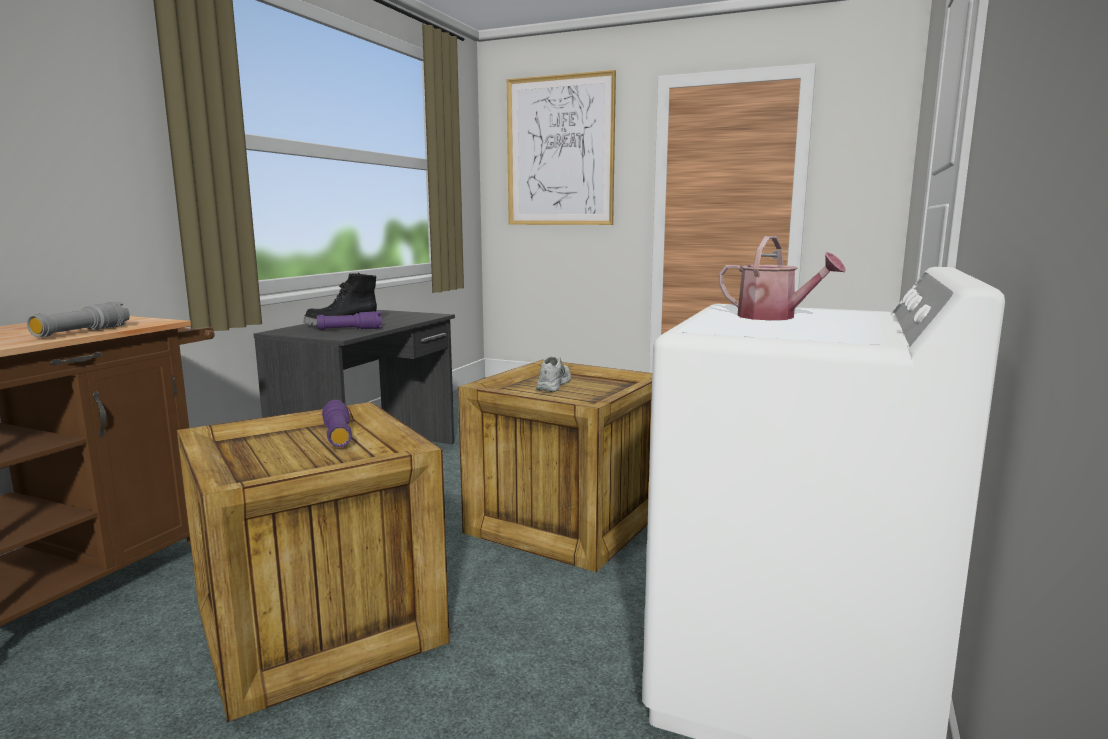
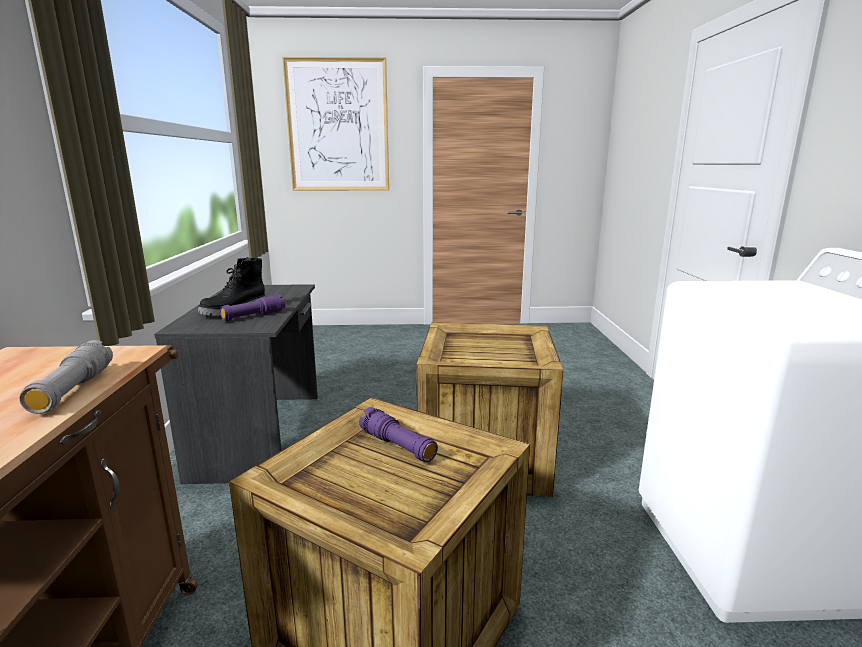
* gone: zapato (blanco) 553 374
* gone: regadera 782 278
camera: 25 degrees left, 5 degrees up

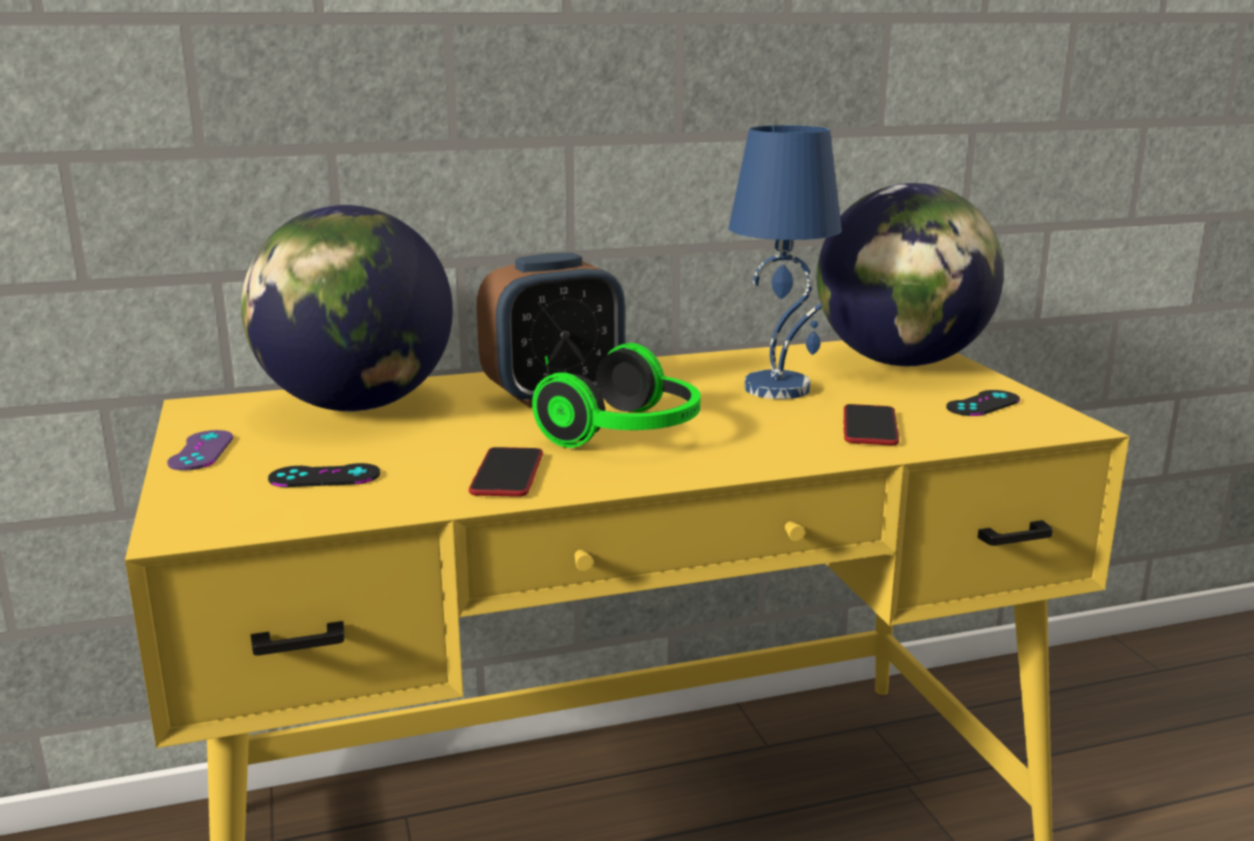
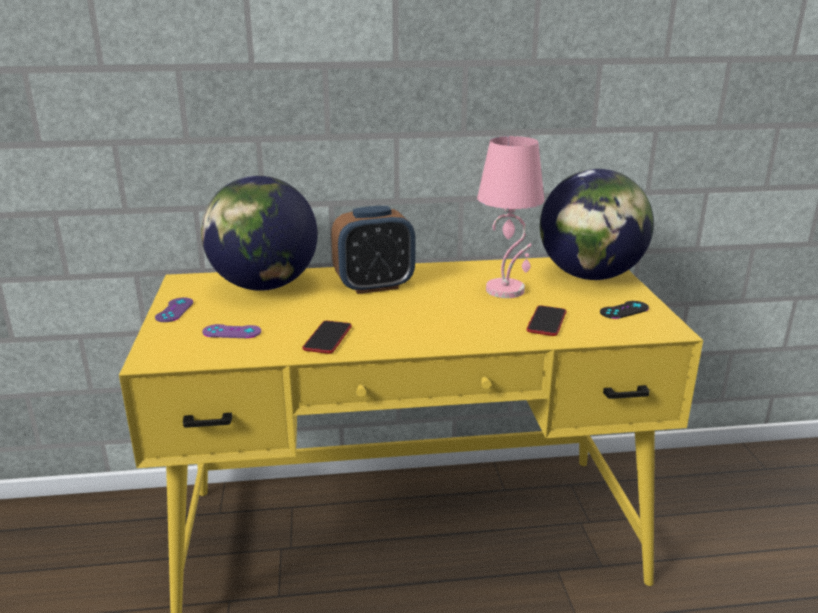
* repainted: mando de consola (negro) 324 475 to mando de consola (morado) 231 331
* repainted: lámpara de mesa (azul) 785 262 to lámpara de mesa (rosa) 510 217
* gone: auriculares 616 395
camera: 10 degrees right, 5 degrees up

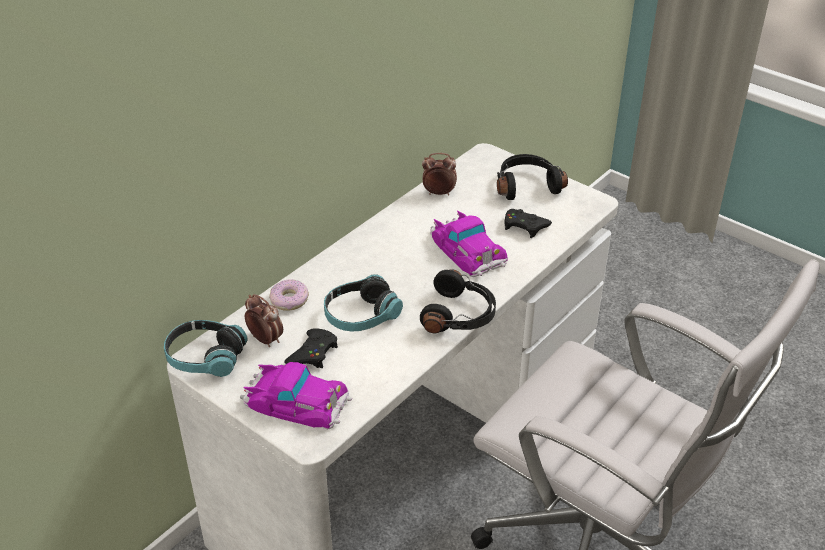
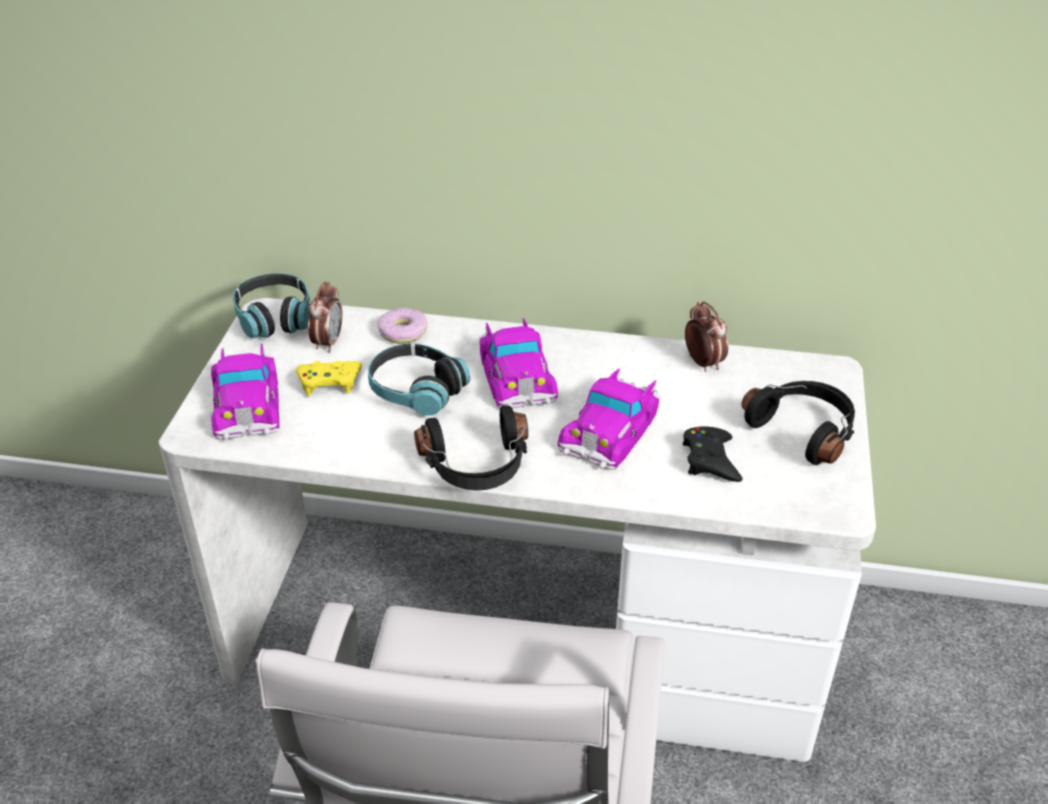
* repainted: mando de consola (negro) 311 348 to mando de consola (amarillo) 329 378
* new: coche de juguete 519 363
camera: 60 degrees right, 0 degrees up

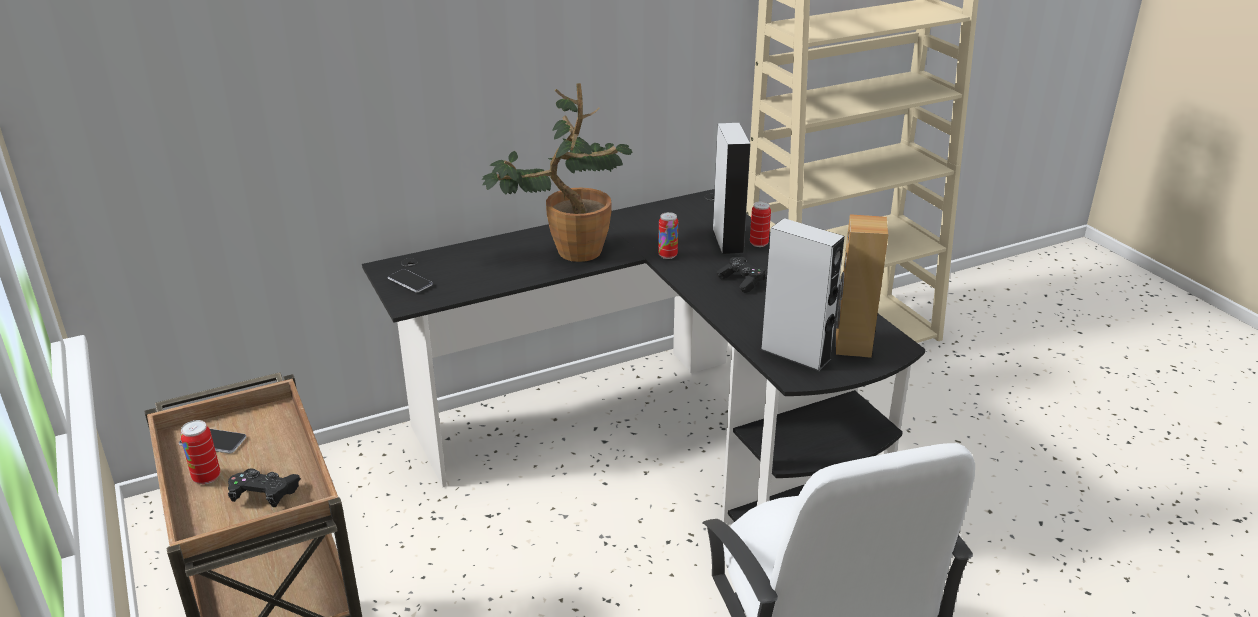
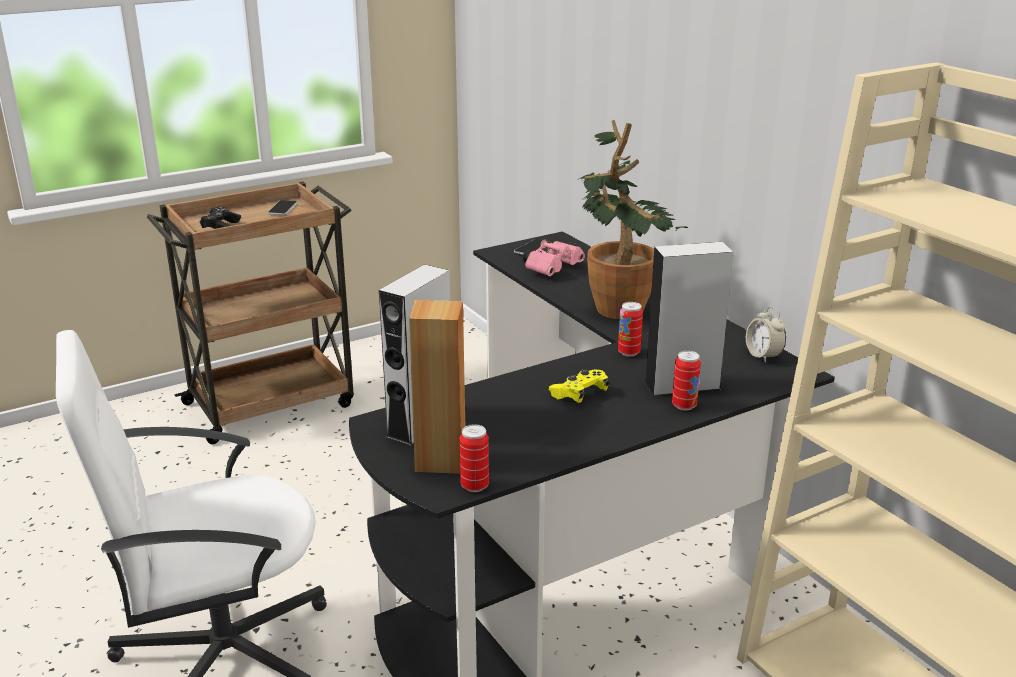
* shifted: lata 200 452 to 474 458
* new: prismáticos (rosa) 554 257
* repainted: mando de consola (negro) 741 275 to mando de consola (amarillo) 579 386
* new: despertador 766 335
camera: 85 degrees right, 5 degrees down

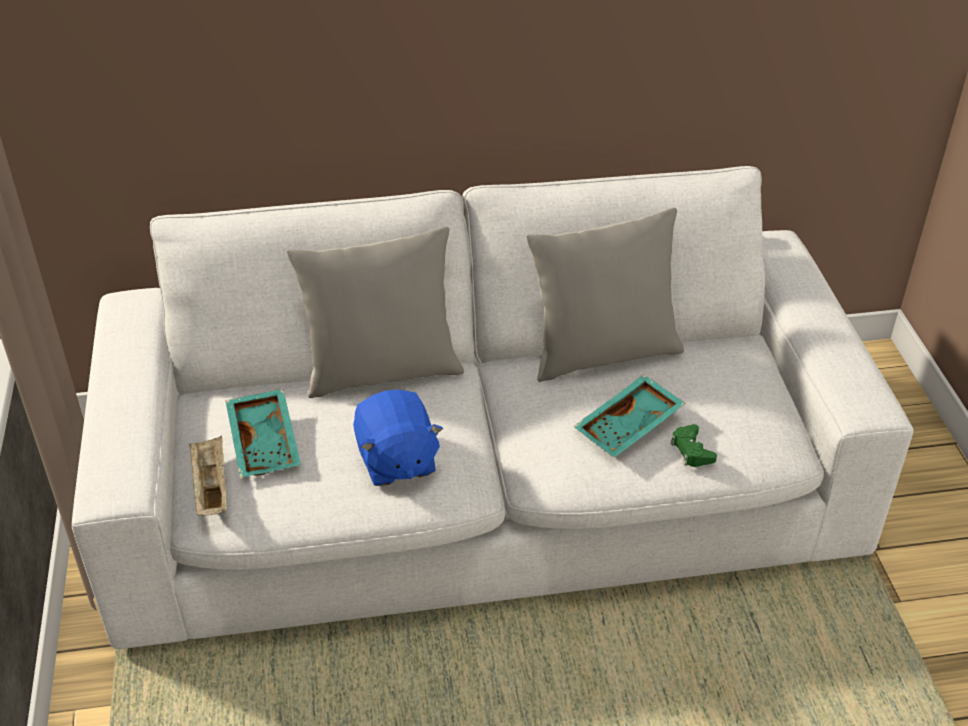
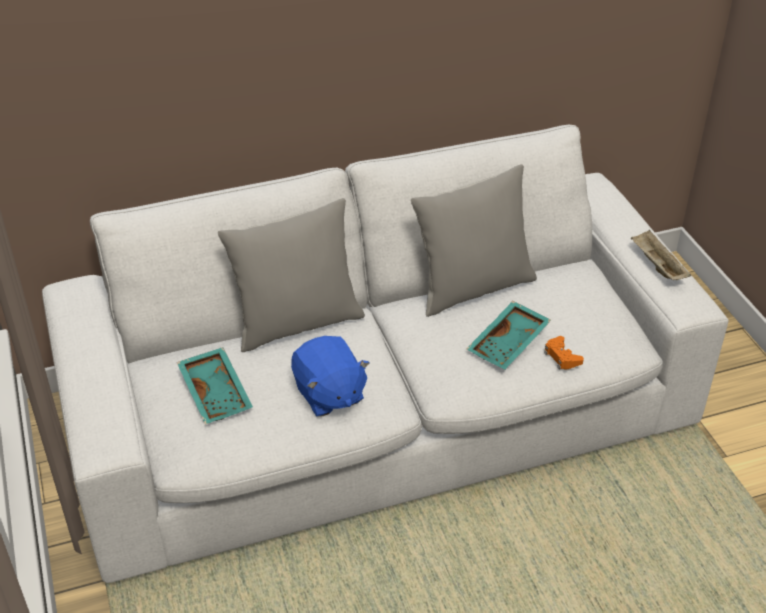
* repainted: mando de consola (verde) 694 445 to mando de consola (naranja) 564 353
* shifted: bandeja (beis) 208 475 to 661 255
camera: 10 degrees left, 0 degrees up

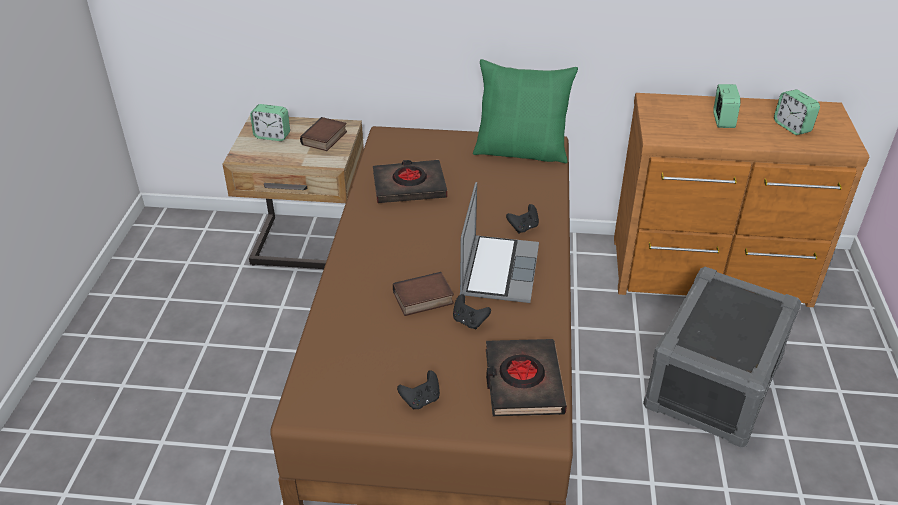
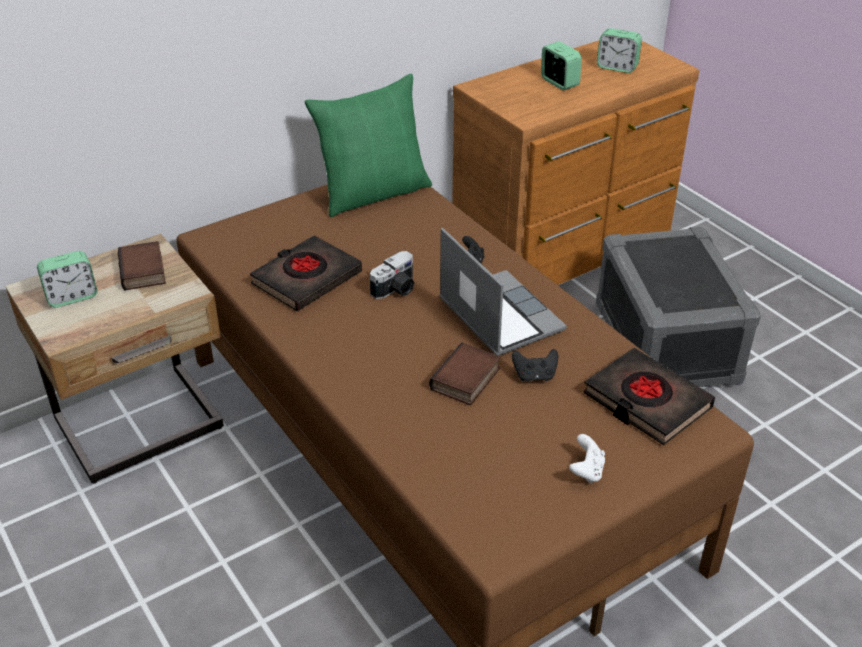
* new: cámara 392 275
* repainted: mando de consola (negro) 418 389 to mando de consola (blanco) 587 458
camera: 40 degrees left, 0 degrees up

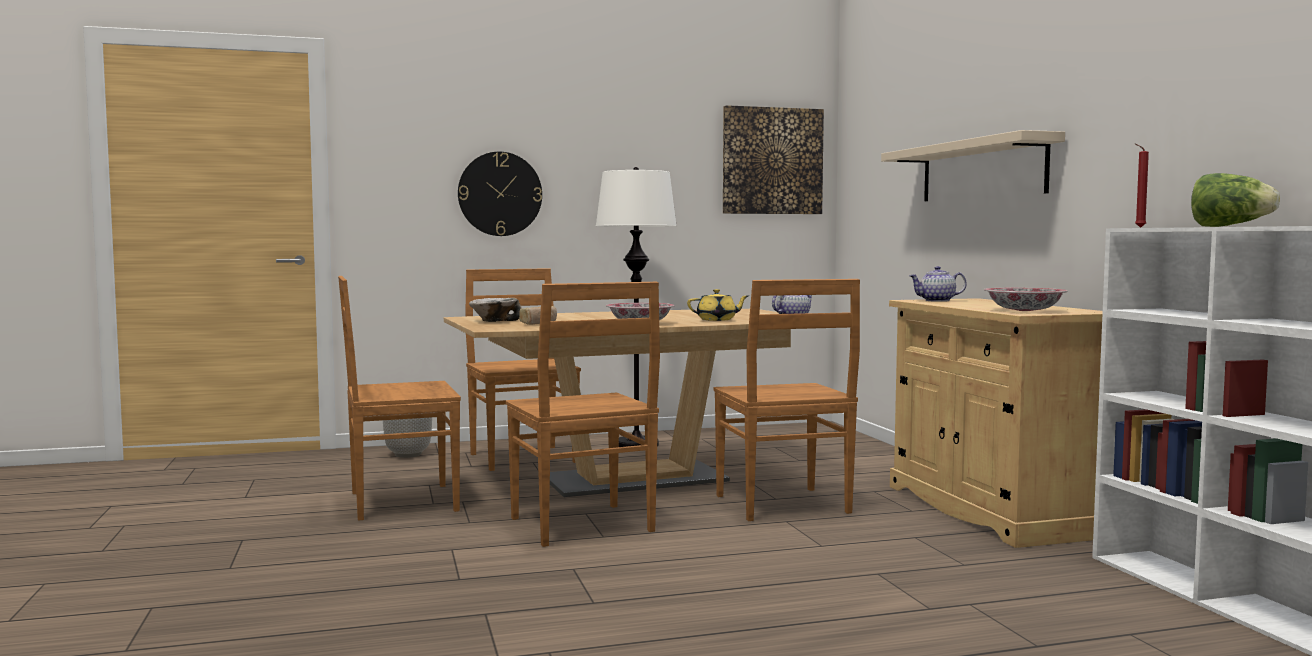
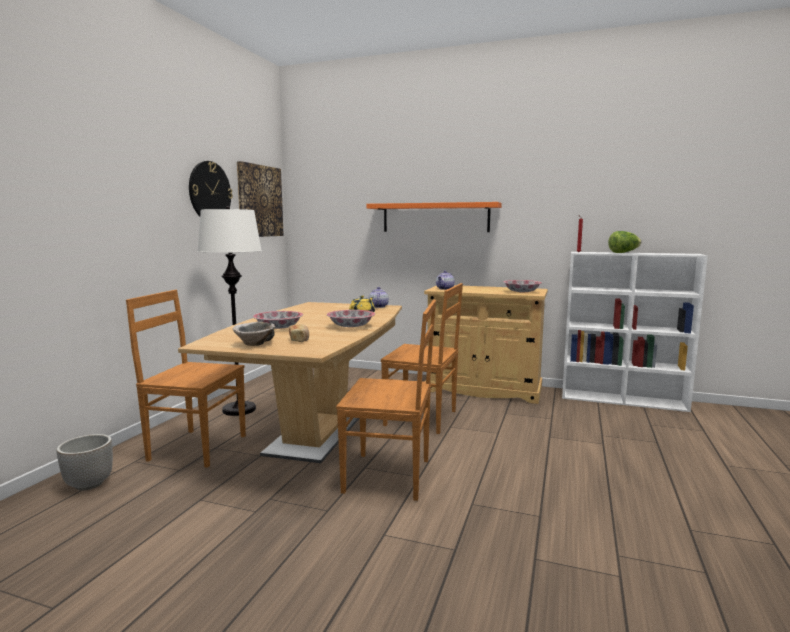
* shifted: reloj de pared 500 194 to 211 188
* new: cuenco 278 320
* repainted: estante (beis) 973 165 to estante (naranja) 434 217
* gone: silla (marrón) 399 398
camera: 55 degrees left, 5 degrees up

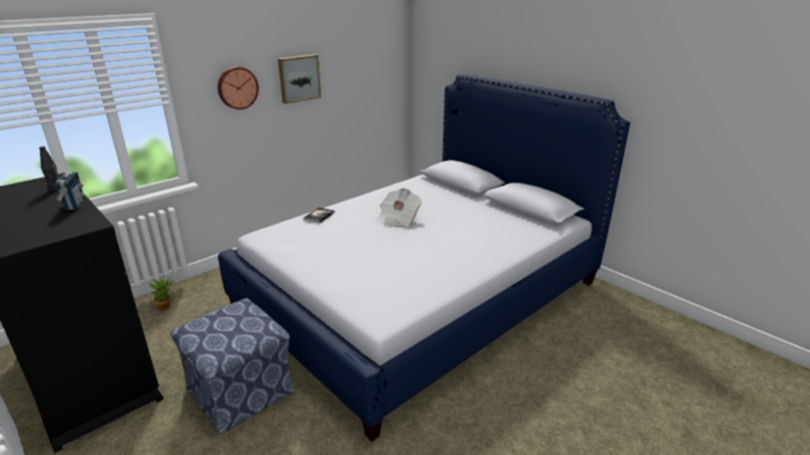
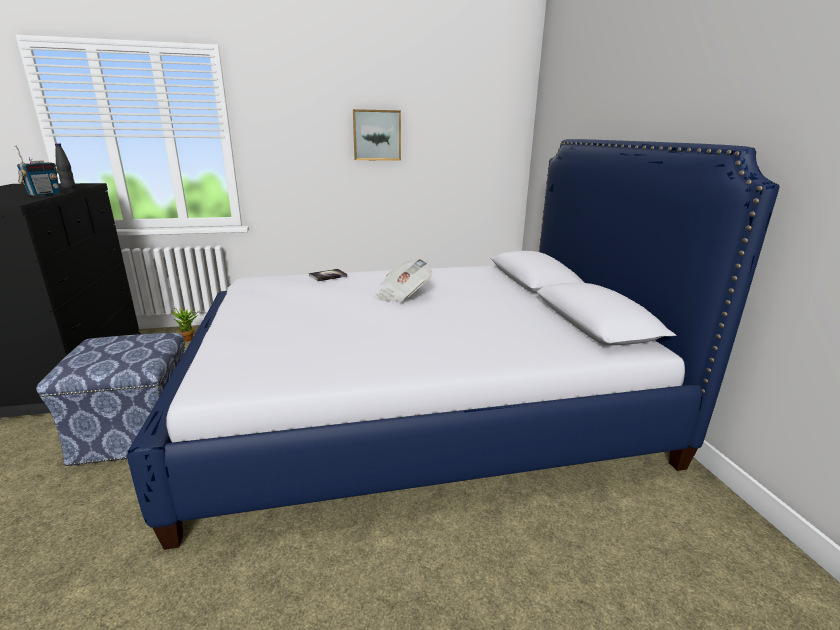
* gone: reloj de pared 238 88
camera: 30 degrees right, 5 degrees down

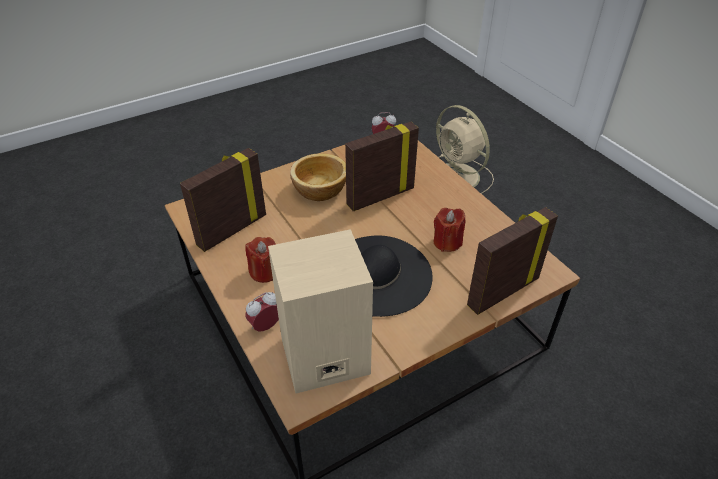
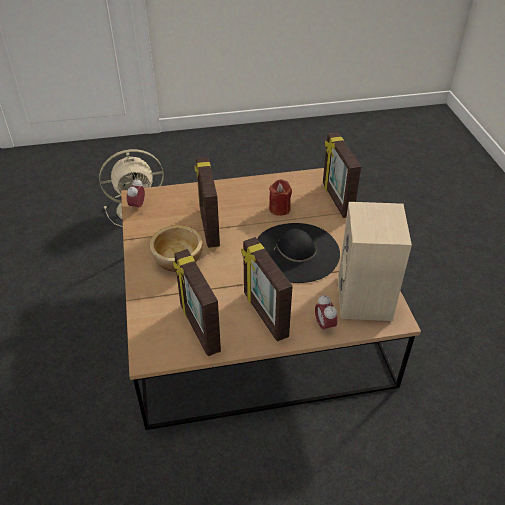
* swapped: vela (rojo) 260 260 to portarretratos 266 289
camera: 70 degrees left, 0 degrees up

